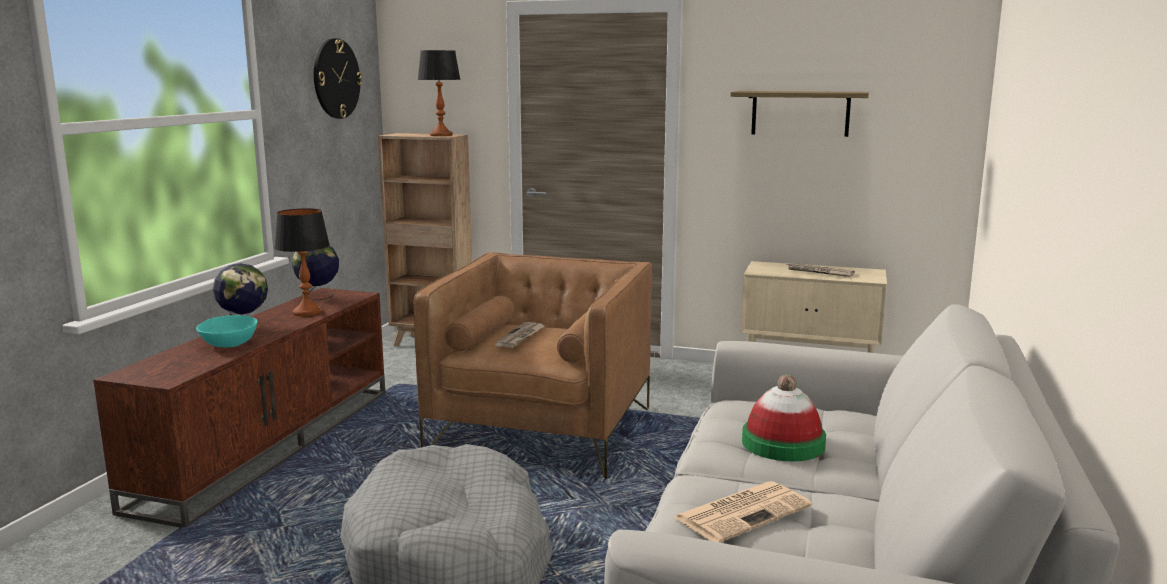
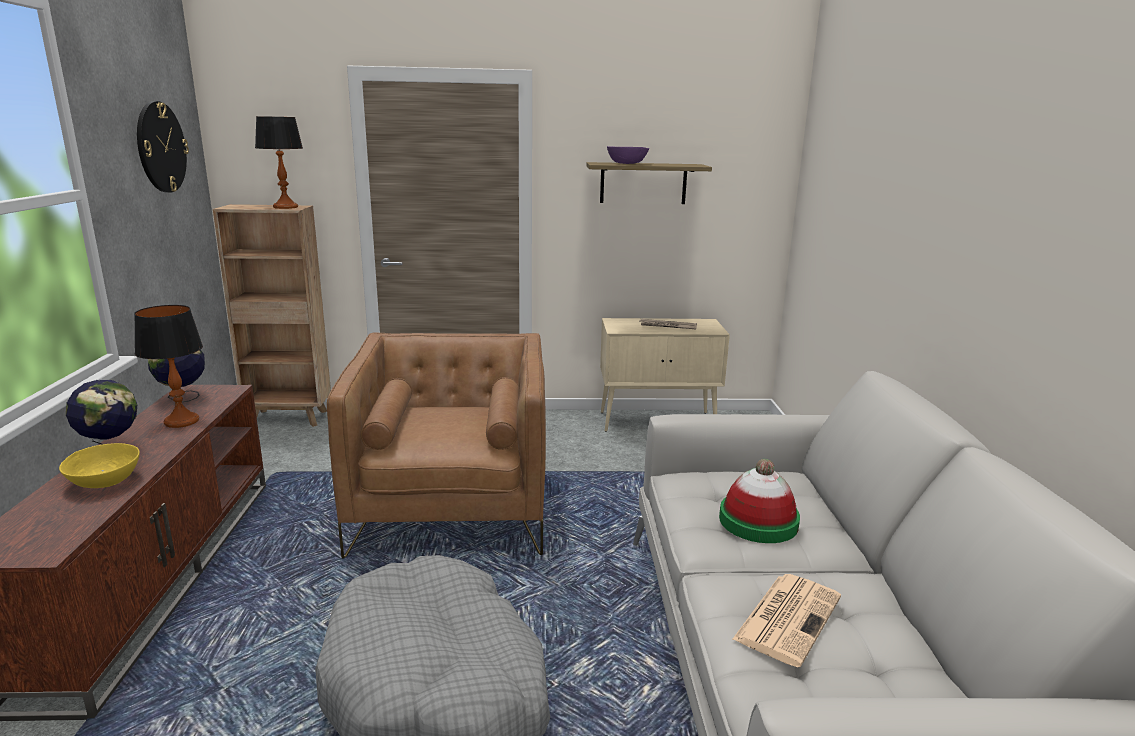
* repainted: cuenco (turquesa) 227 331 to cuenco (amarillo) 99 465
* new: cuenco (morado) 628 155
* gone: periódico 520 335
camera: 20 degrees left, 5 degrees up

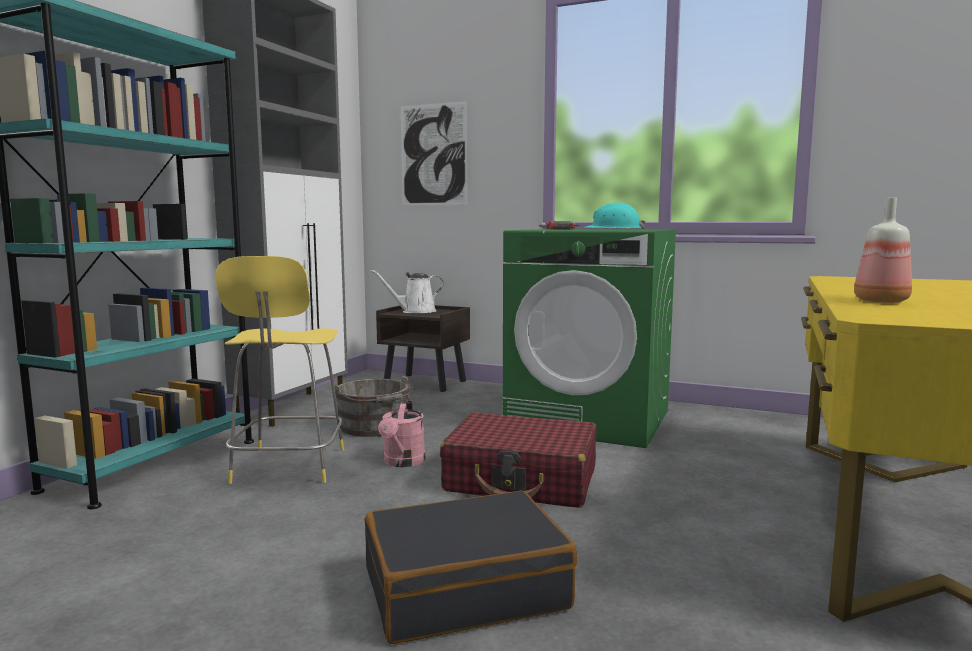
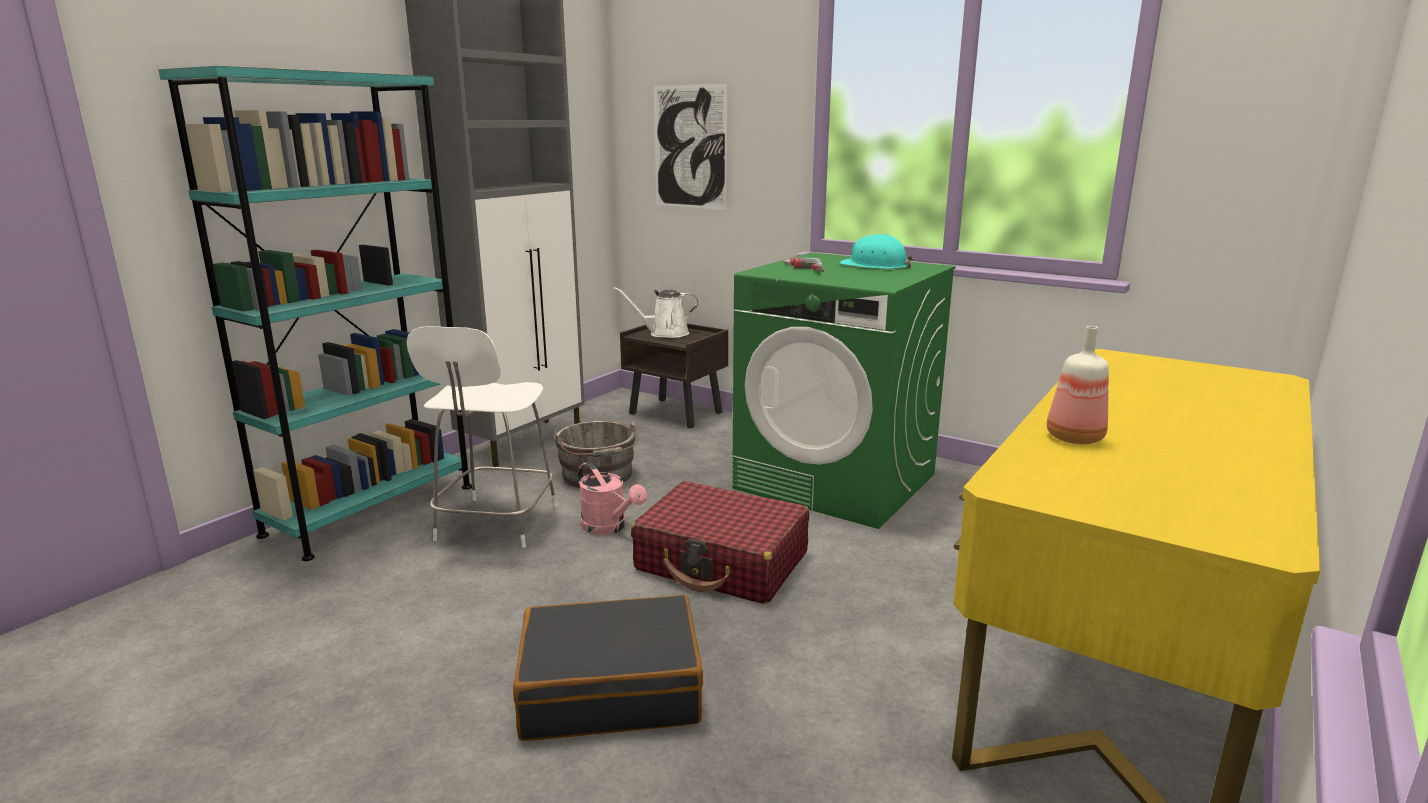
* repainted: taburete (amarillo) 279 370 to taburete (blanco) 482 437
* rotated: regadera (rosa) 402 432 = 612 498 60 degrees counterclockwise
camera: 10 degrees right, 10 degrees up

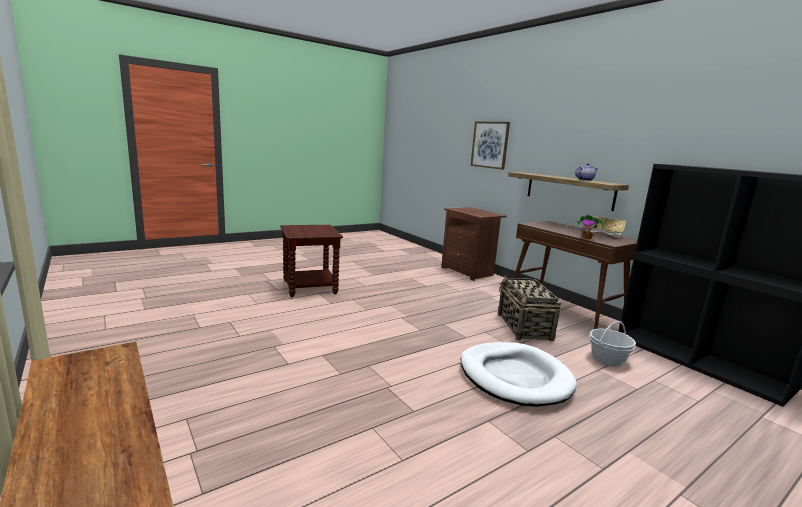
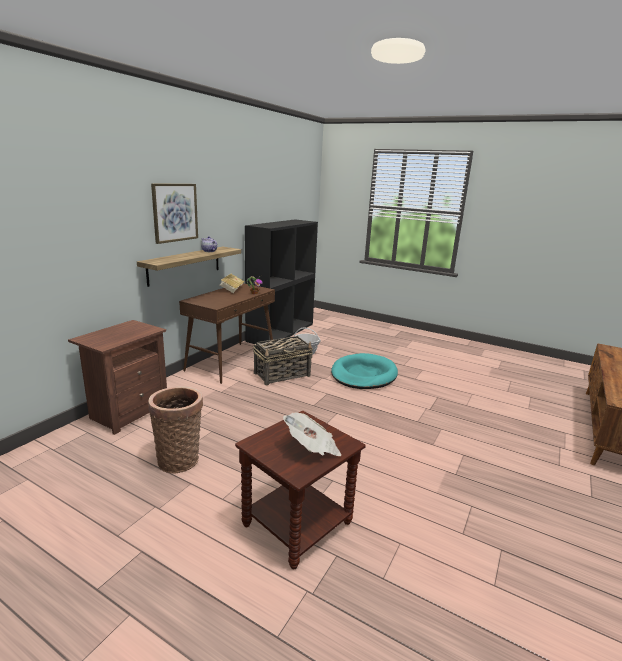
* new: cesta 175 430
* shifted: cuadro 490 146 to 174 214
* new: periódico 312 434
* repainted: cama para perro (blanco) 518 374 to cama para perro (turquesa) 364 371
camera: 115 degrees left, 5 degrees up

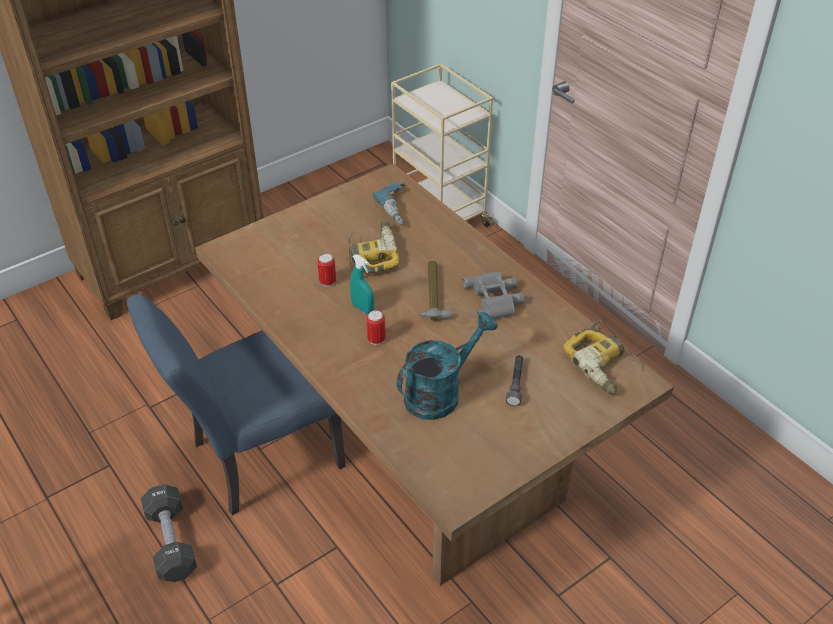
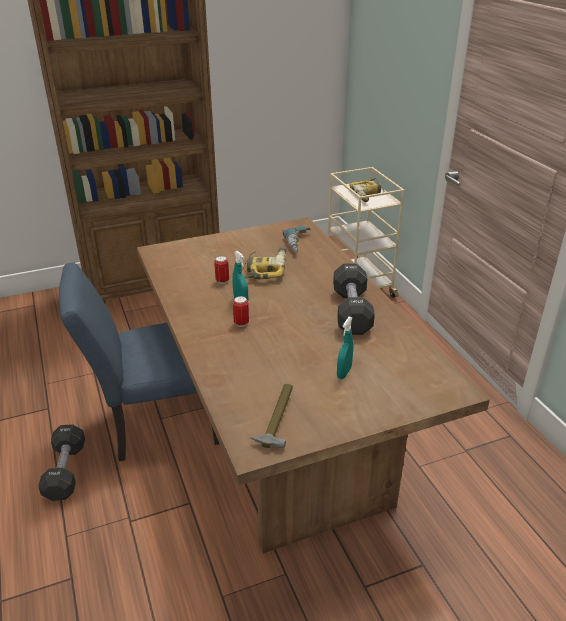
* shifted: martillo 434 291 to 272 416
* swapped: prismáticos (gris) 494 295 to mancuerna (negro) 354 299
* swapped: linterna (gris) 514 380 to pulverizador (turquesa) 345 348
* shifted: taladro 600 357 to 367 190
* gone: regadera (turquesa) 447 366
camera: 15 degrees right, 10 degrees down

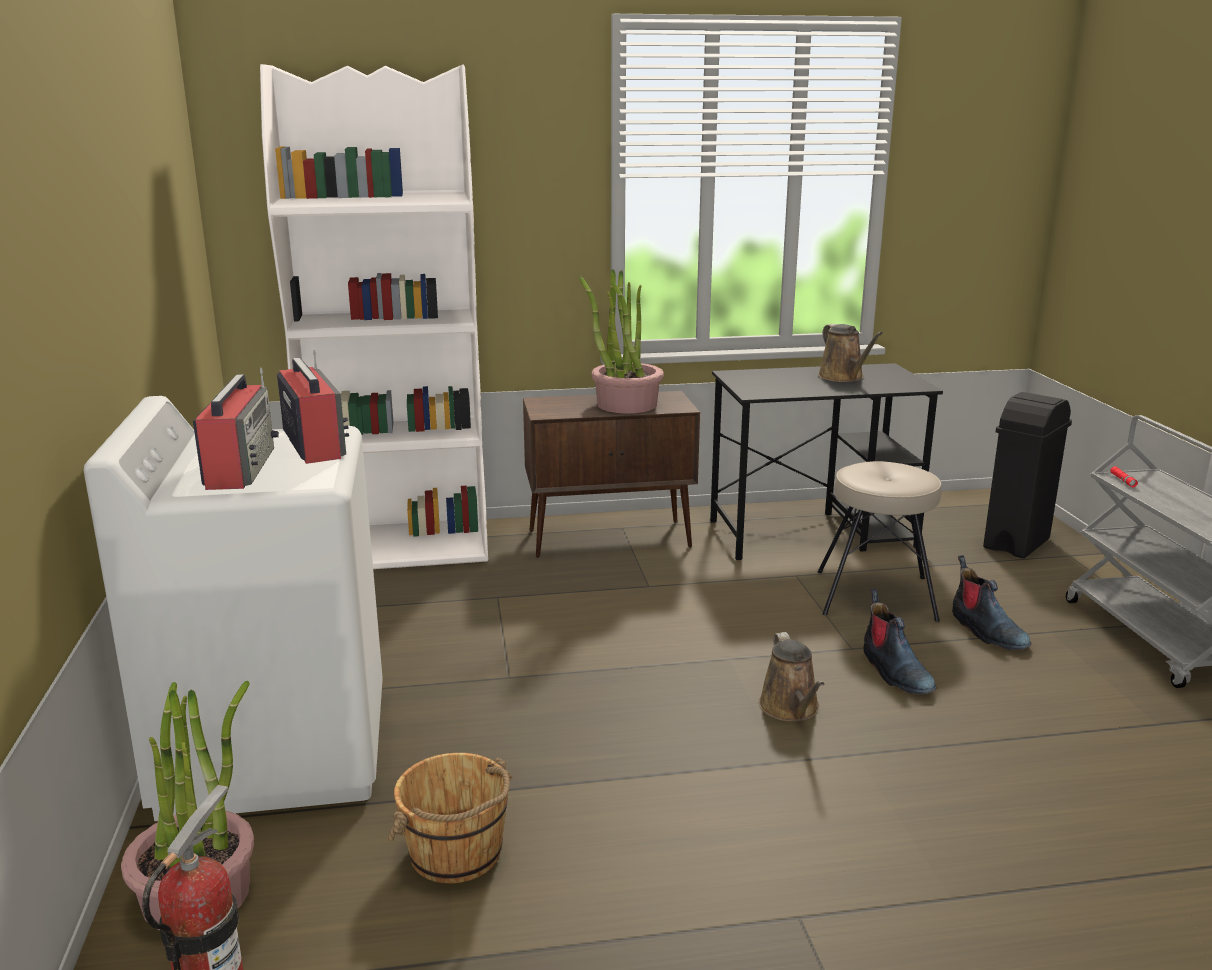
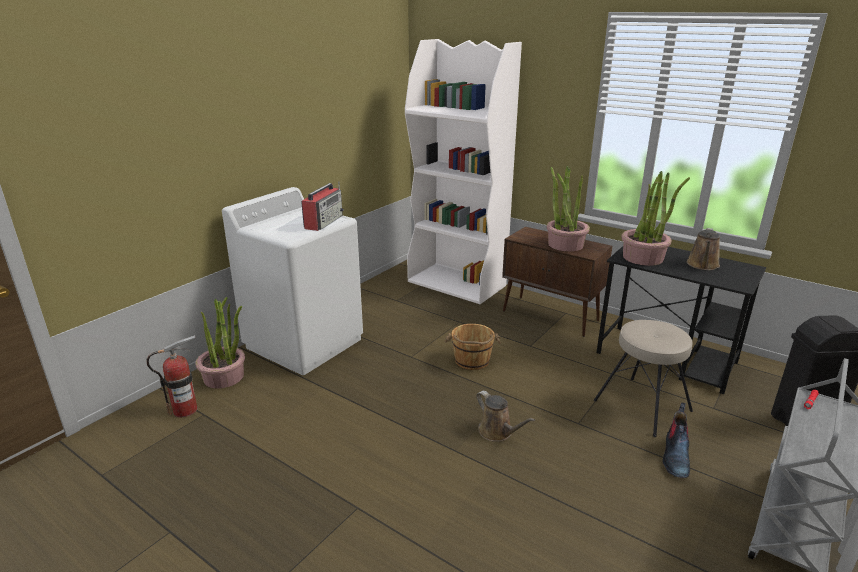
* shifted: cubo (marrón) 449 818 to 472 347
* rotated: regadera (marrón) 791 677 = 505 416 75 degrees counterclockwise
* new: planta en maceta 656 218
* gone: radio 236 429
* gone: bota 900 641
camera: 45 degrees right, 5 degrees up

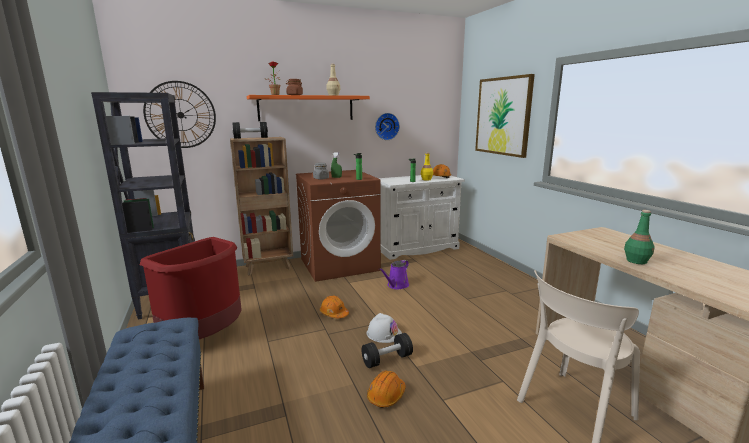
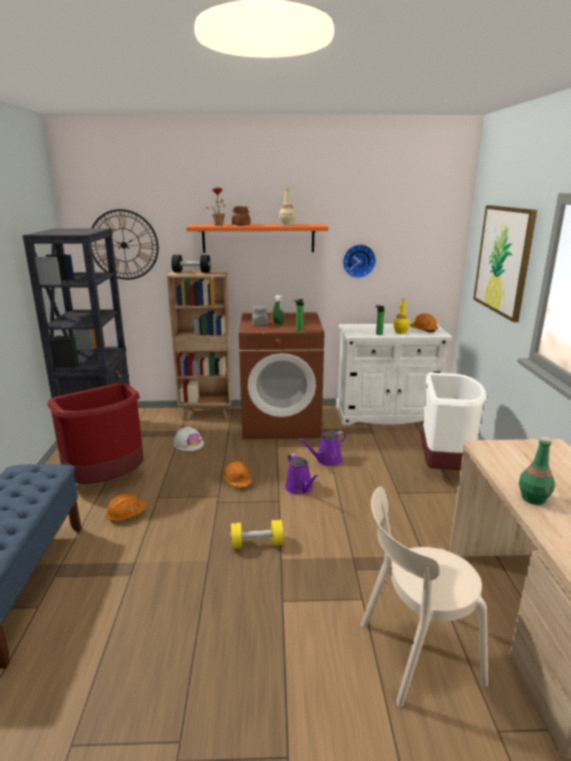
* shifted: casco (naranja) 386 389 to 126 507
* shifted: casco (blanco) 384 328 to 189 438
* repainted: mancuerna (negro) 387 350 to mancuerna (amarillo) 257 534
* new: regadera (morado) 302 474
* new: papelera (blanco) 454 421
camera: 20 degrees right, 5 degrees up

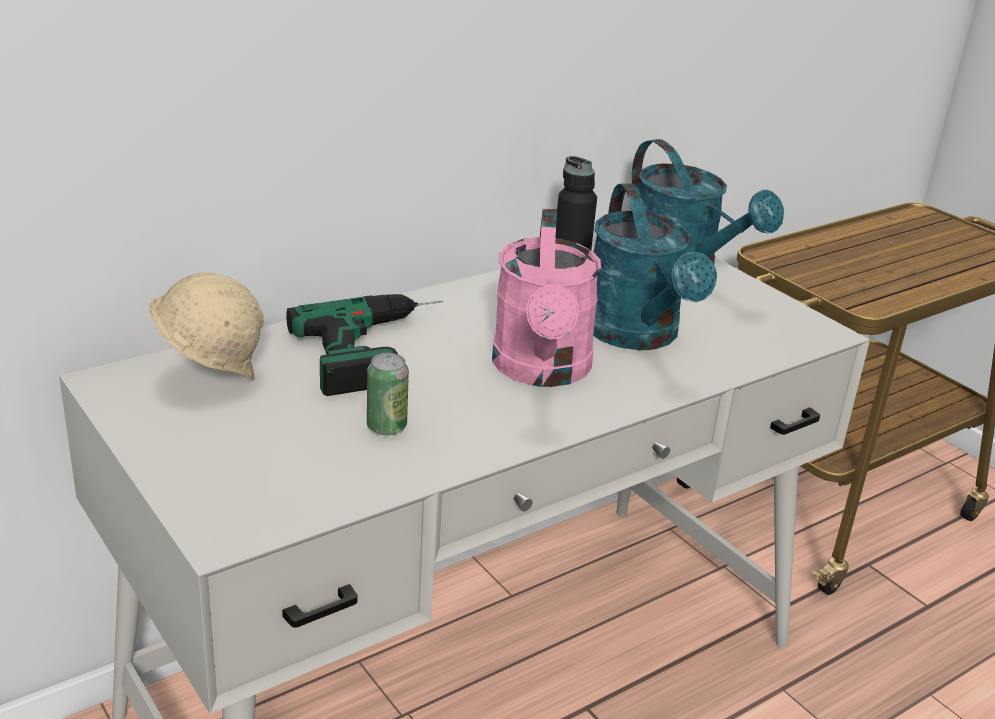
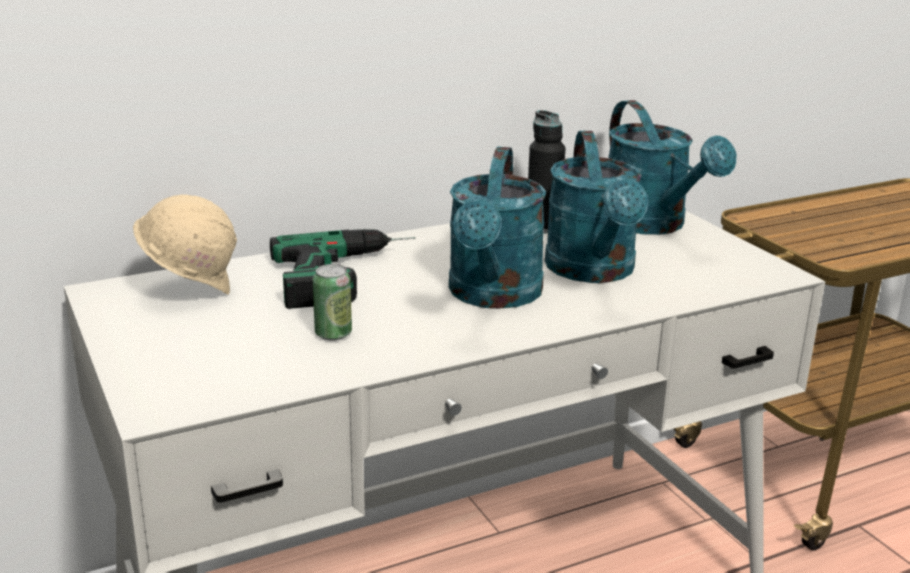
* repainted: regadera (rosa) 546 297 to regadera (turquesa) 497 228
camera: 10 degrees right, 5 degrees down

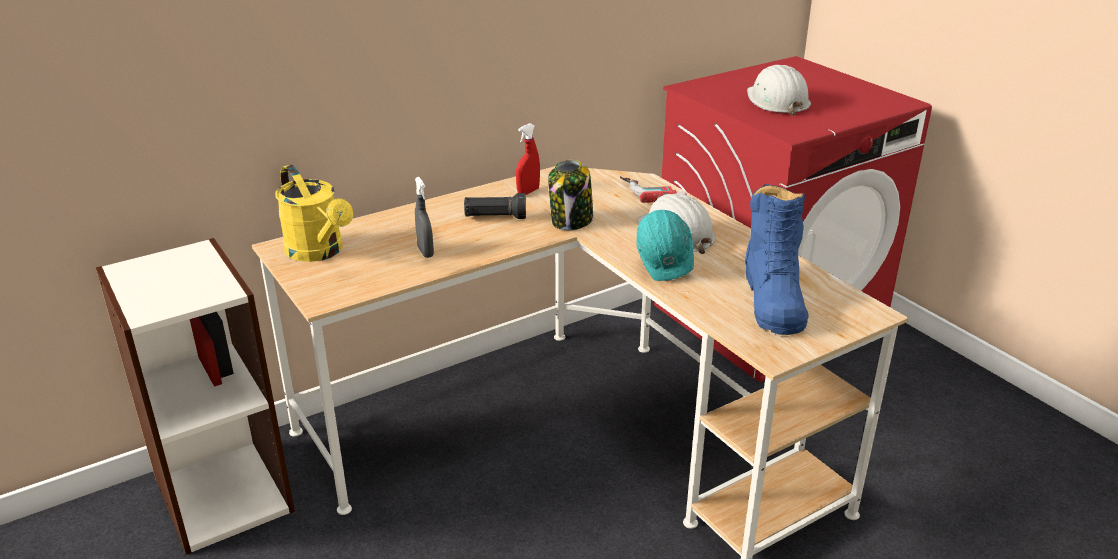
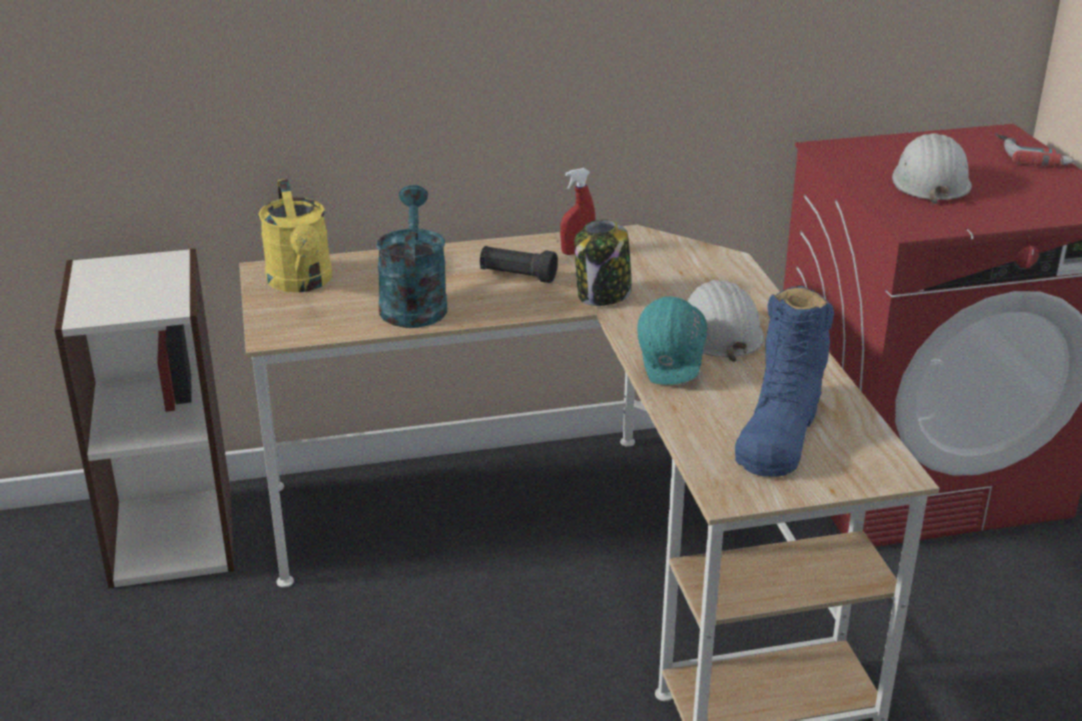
* swapped: pulverizador (gris) 424 217 to regadera (turquesa) 411 256
* shifted: taladro 653 189 to 1034 150
camera: 20 degrees right, 0 degrees up

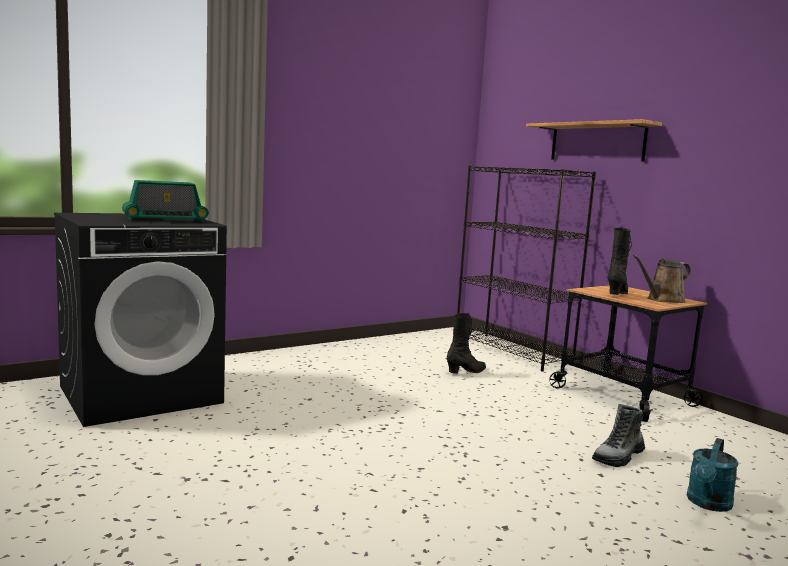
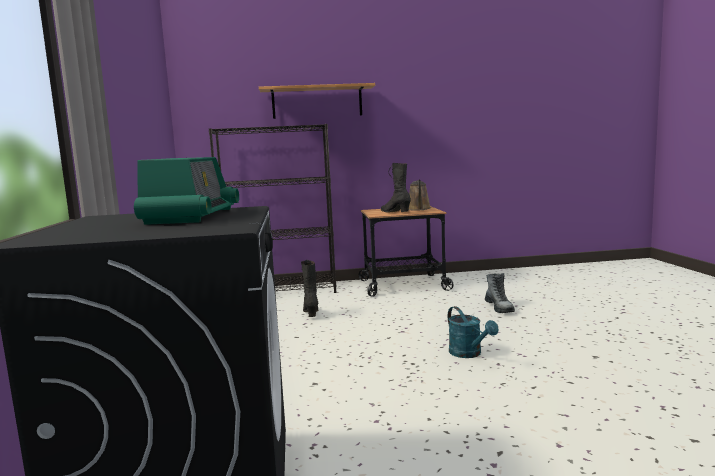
* shifted: regadera (turquesa) 713 475 to 473 332
camera: 60 degrees left, 0 degrees up

